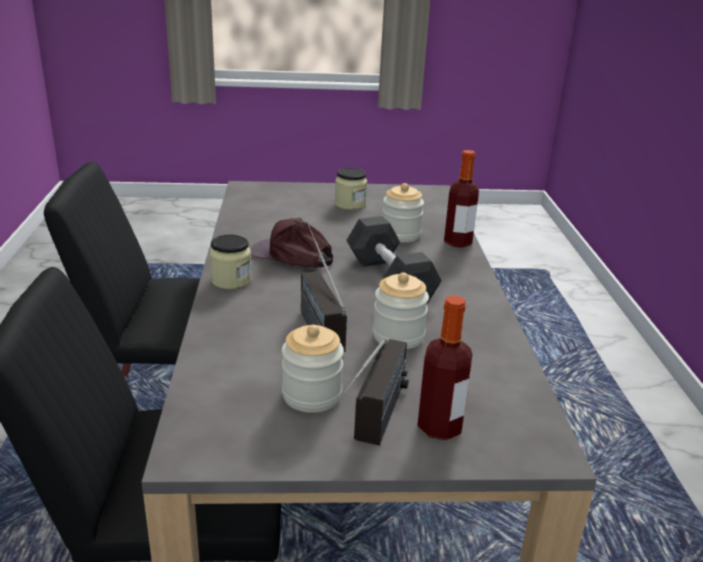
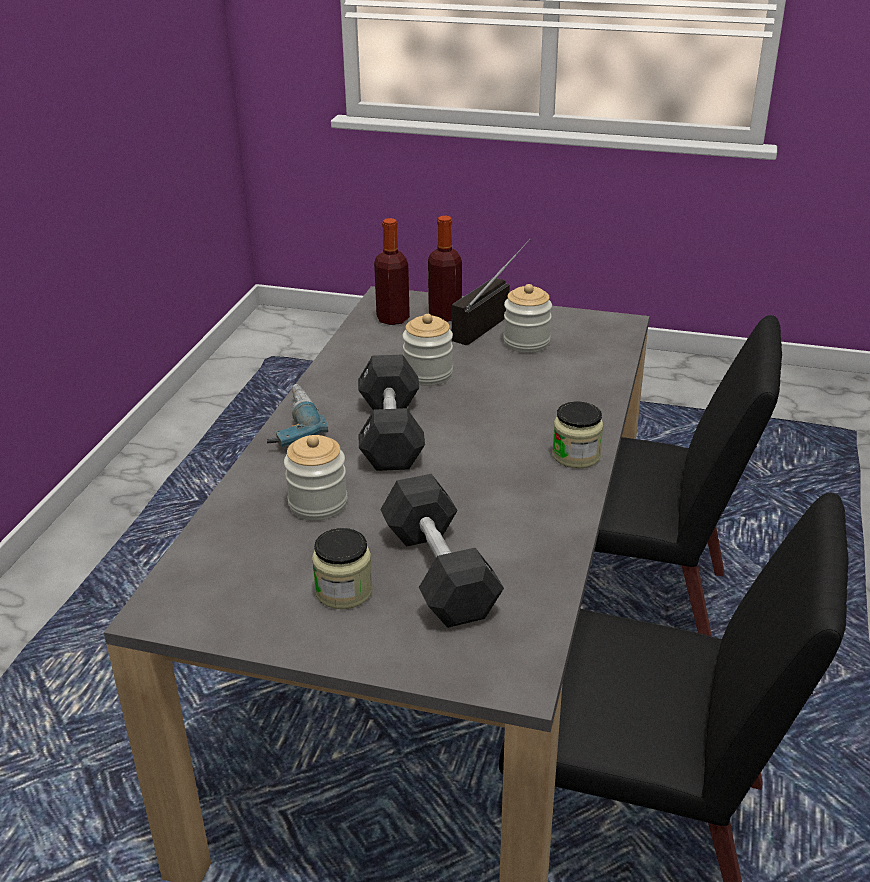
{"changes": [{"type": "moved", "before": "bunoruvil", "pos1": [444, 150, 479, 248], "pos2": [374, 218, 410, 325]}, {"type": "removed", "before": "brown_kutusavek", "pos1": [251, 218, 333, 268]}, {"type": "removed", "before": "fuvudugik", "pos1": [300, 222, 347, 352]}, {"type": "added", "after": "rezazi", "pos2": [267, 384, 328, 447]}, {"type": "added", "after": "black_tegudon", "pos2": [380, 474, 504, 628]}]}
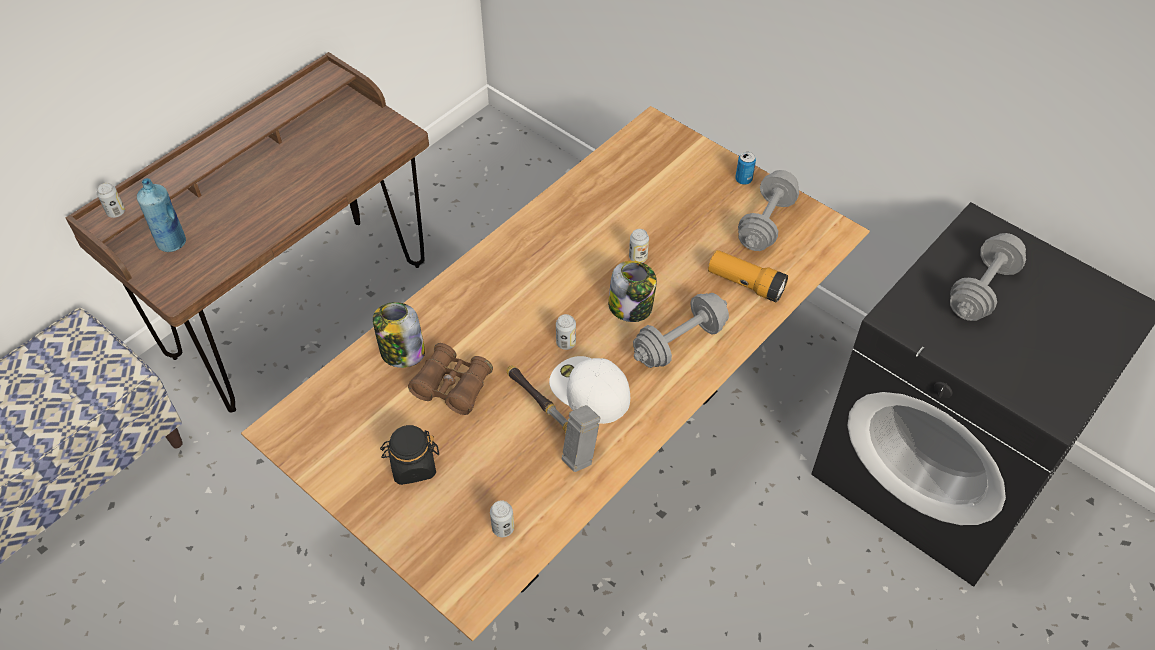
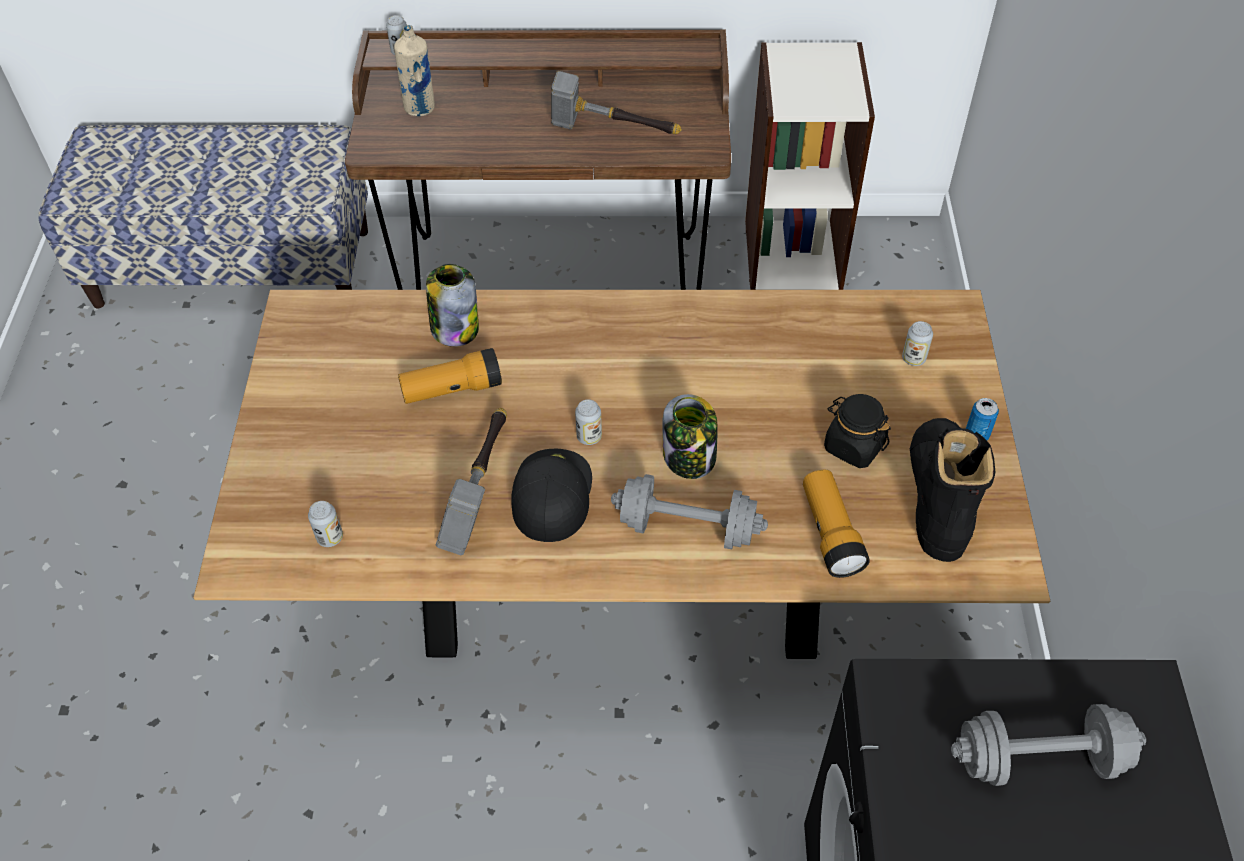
{"changes": [{"type": "replaced", "before": "grey_tegudon", "after": "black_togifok", "pos1": [738, 170, 799, 251], "pos2": [910, 418, 995, 562]}, {"type": "recoloured", "before": "blue_bunoruvil", "after": "beige_bunoruvil", "pos1": [137, 178, 186, 252], "pos2": [394, 25, 435, 116]}, {"type": "moved", "before": "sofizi", "pos1": [629, 229, 649, 263], "pos2": [902, 321, 933, 366]}, {"type": "replaced", "before": "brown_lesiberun", "after": "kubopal", "pos1": [408, 343, 493, 415], "pos2": [398, 348, 502, 404]}, {"type": "recoloured", "before": "white_kutusavek", "after": "black_kutusavek", "pos1": [549, 356, 630, 424], "pos2": [512, 449, 592, 542]}, {"type": "moved", "before": "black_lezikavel", "pos1": [380, 425, 439, 485], "pos2": [824, 394, 891, 468]}, {"type": "added", "after": "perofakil", "pos2": [745, 42, 875, 290]}, {"type": "added", "after": "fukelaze", "pos2": [551, 71, 682, 134]}]}
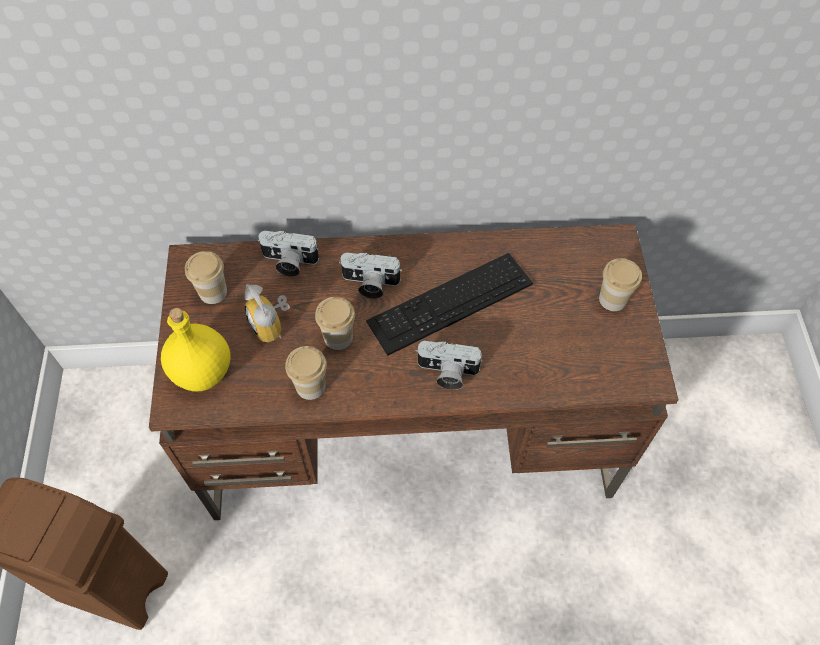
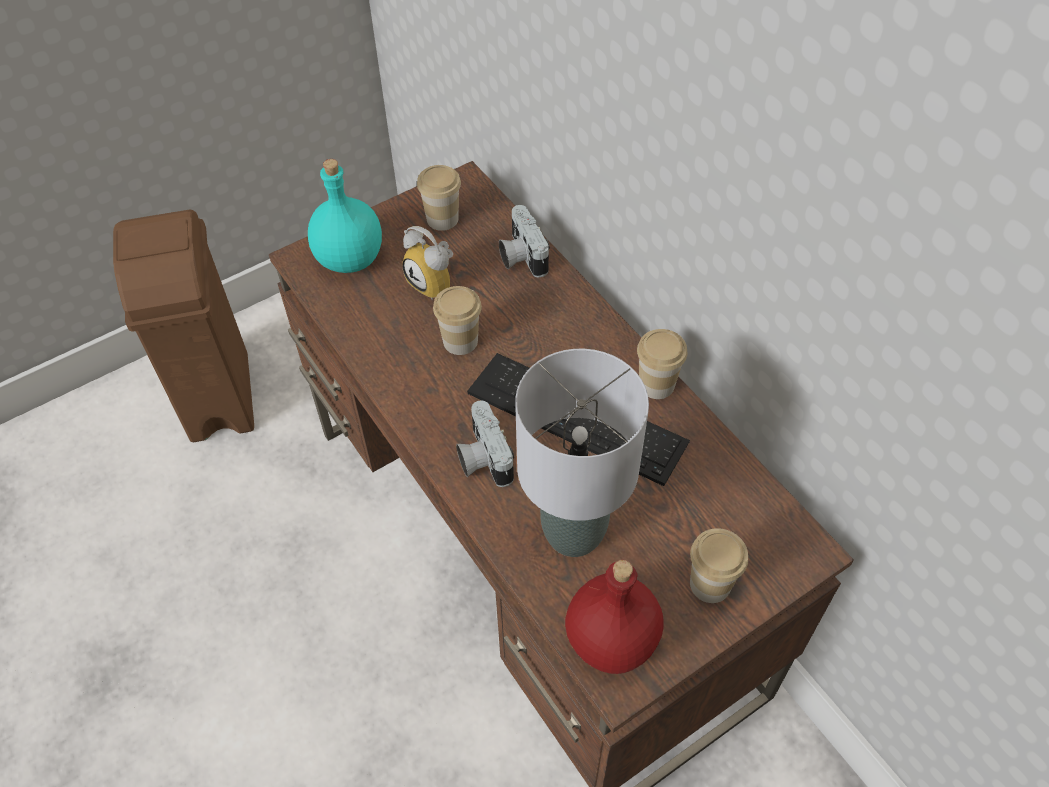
{"changes": [{"type": "removed", "before": "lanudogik", "pos1": [339, 253, 402, 299]}, {"type": "turned", "before": "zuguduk", "pos1": [245, 284, 290, 342], "pos2": [402, 226, 453, 300], "turn": -75}, {"type": "recoloured", "before": "yellow_bunoruvil", "after": "turquoise_bunoruvil", "pos1": [161, 308, 231, 392], "pos2": [308, 159, 382, 273]}, {"type": "moved", "before": "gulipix", "pos1": [285, 346, 327, 400], "pos2": [637, 329, 687, 399]}, {"type": "added", "after": "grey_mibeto", "pos2": [515, 349, 649, 557]}, {"type": "added", "after": "red_bunoruvil", "pos2": [565, 560, 664, 674]}]}
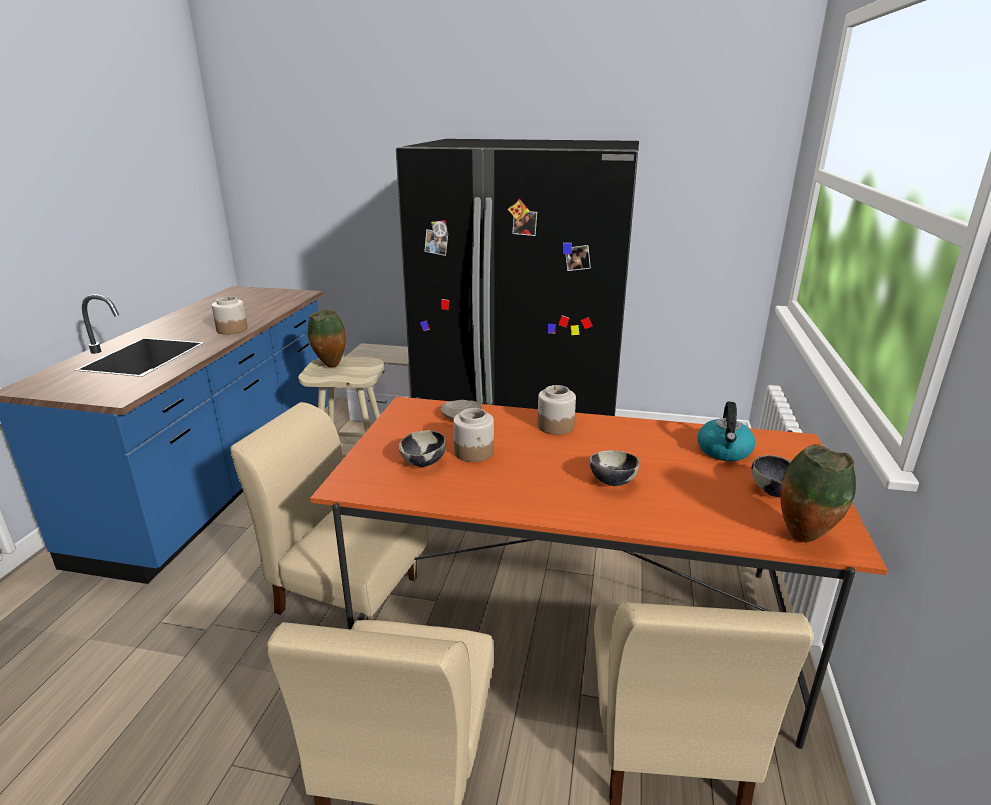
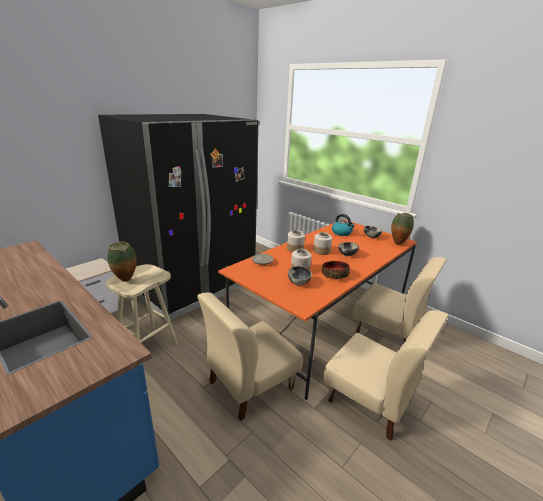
{"changes": [{"type": "moved", "before": "lezikavel", "pos1": [212, 296, 248, 335], "pos2": [313, 232, 332, 255]}, {"type": "added", "after": "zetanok", "pos2": [322, 261, 350, 279]}]}
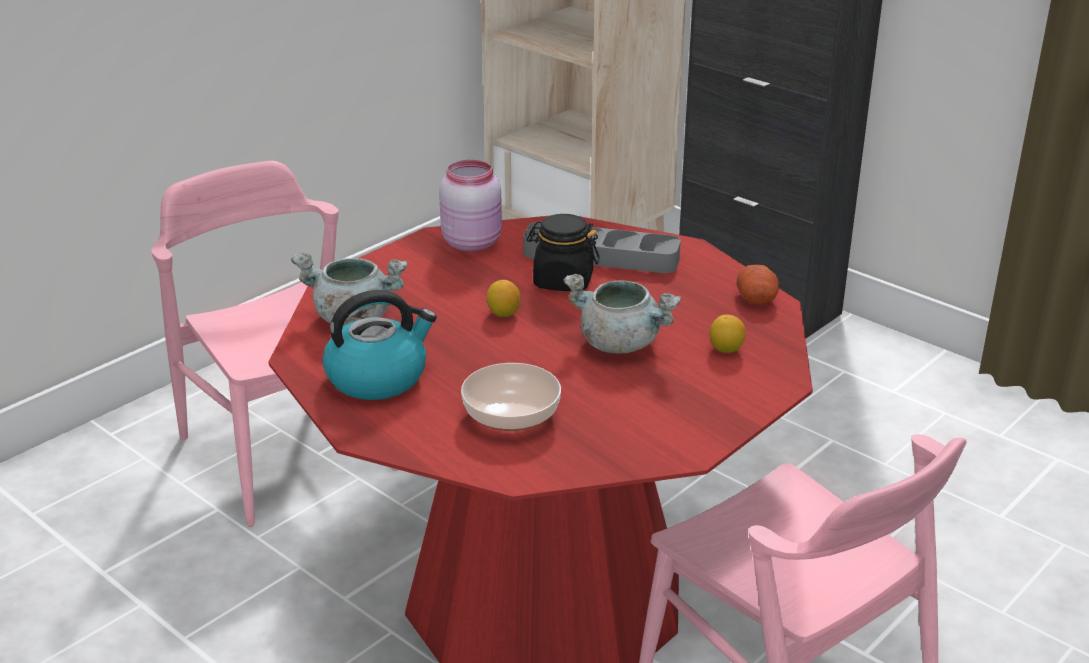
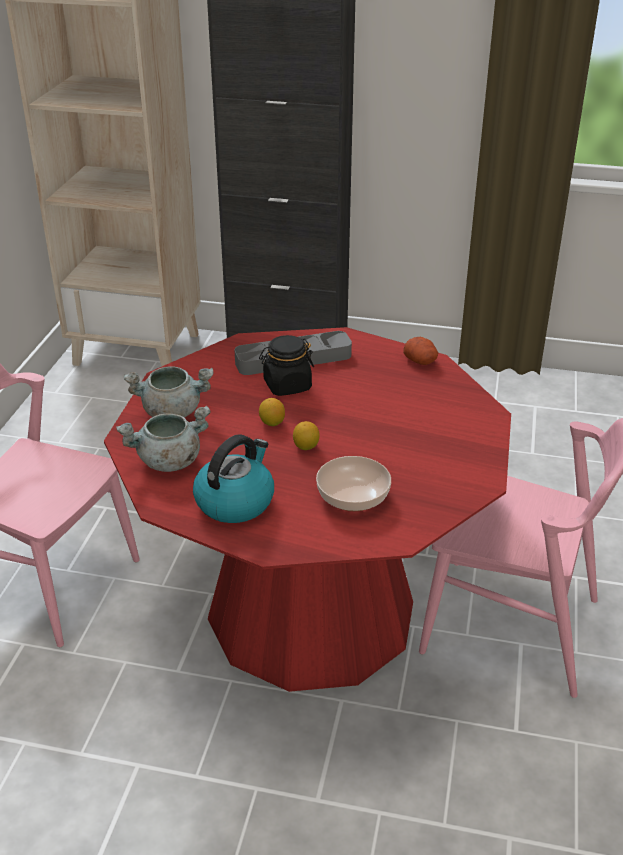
{"changes": [{"type": "removed", "before": "pink_lezikavel", "pos1": [439, 160, 502, 252]}, {"type": "moved", "before": "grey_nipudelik", "pos1": [563, 274, 681, 354], "pos2": [124, 366, 214, 418]}, {"type": "moved", "before": "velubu", "pos1": [709, 314, 746, 353], "pos2": [293, 421, 320, 450]}]}
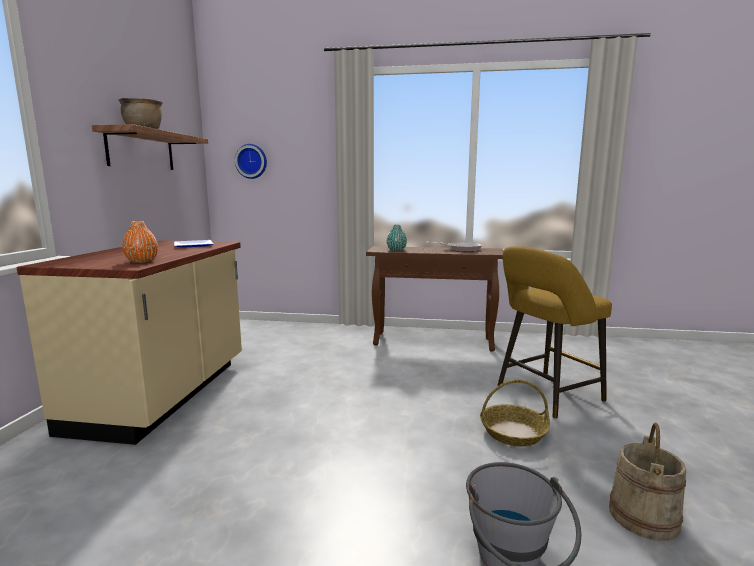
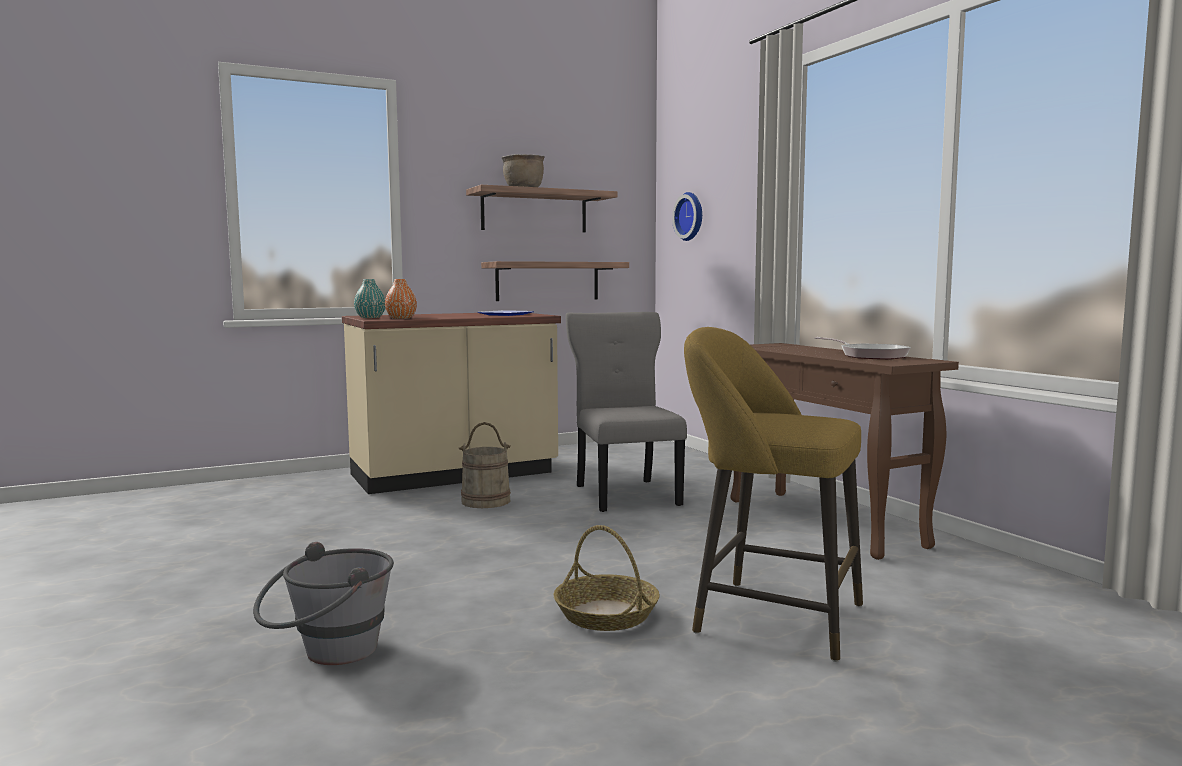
{"changes": [{"type": "moved", "before": "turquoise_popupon", "pos1": [387, 225, 407, 251], "pos2": [354, 279, 385, 318]}, {"type": "moved", "before": "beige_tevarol", "pos1": [609, 423, 686, 541], "pos2": [459, 422, 511, 508]}, {"type": "added", "after": "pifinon", "pos2": [481, 261, 629, 301]}, {"type": "added", "after": "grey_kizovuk", "pos2": [566, 312, 687, 512]}]}
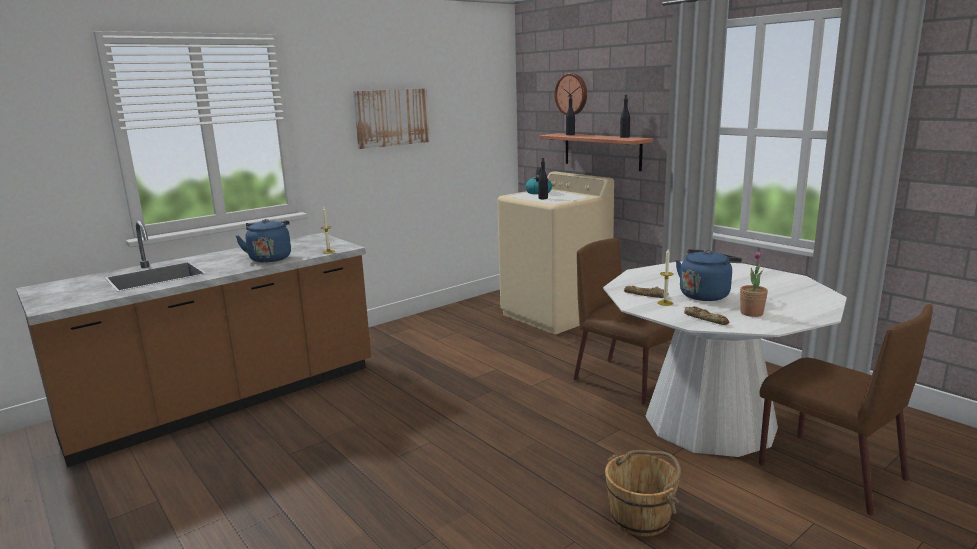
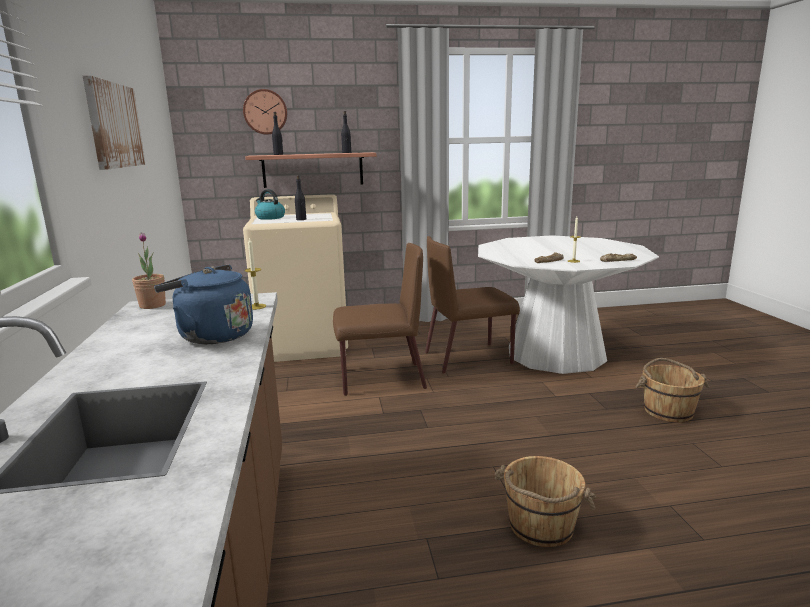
{"changes": [{"type": "removed", "before": "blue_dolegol", "pos1": [676, 249, 742, 301]}, {"type": "moved", "before": "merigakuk", "pos1": [740, 251, 768, 317], "pos2": [132, 233, 166, 309]}, {"type": "moved", "before": "brown_kizovuk", "pos1": [759, 304, 933, 515], "pos2": [333, 243, 427, 396]}, {"type": "added", "after": "brown_tevarol", "pos2": [495, 456, 596, 547]}]}
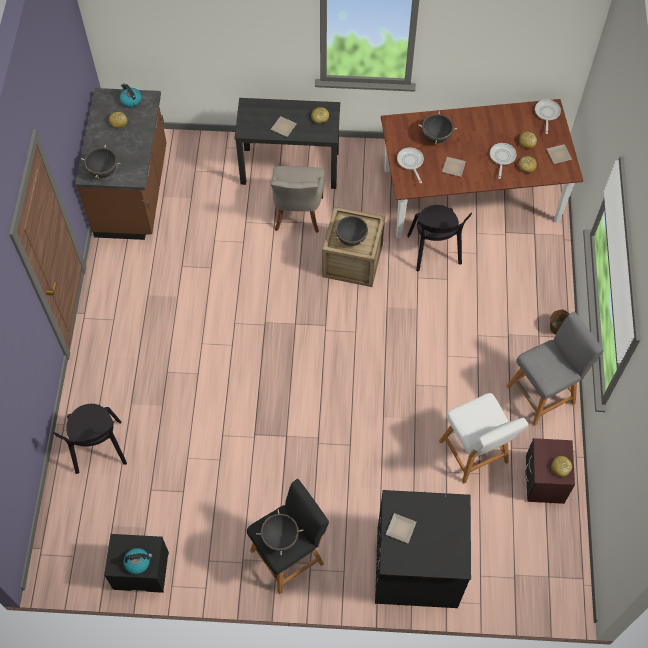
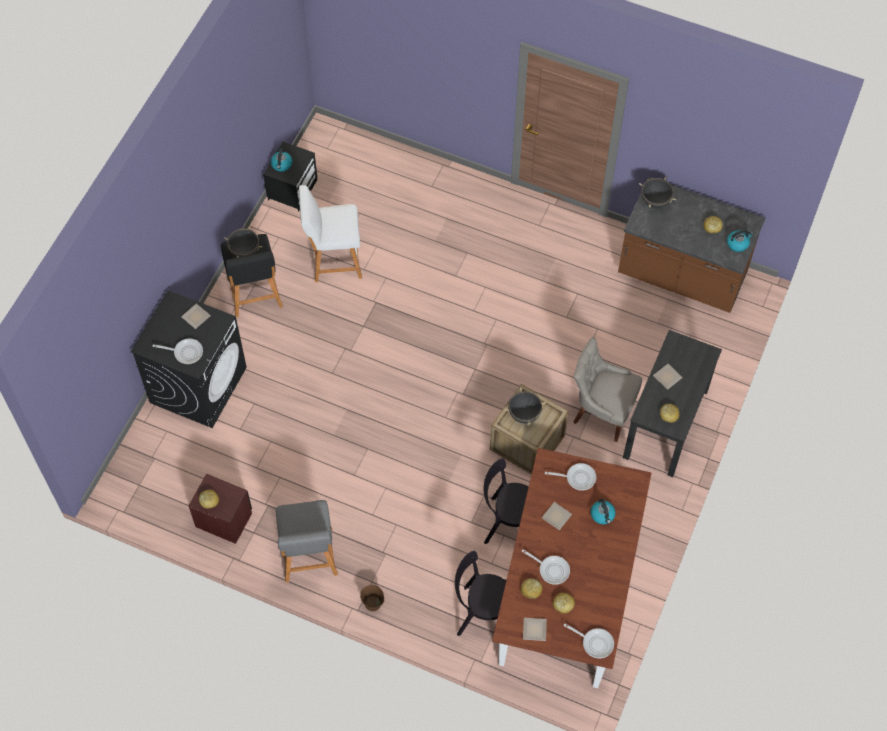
{"changes": [{"type": "replaced", "before": "black_nipudelik", "after": "dolegol", "pos1": [418, 111, 457, 144], "pos2": [590, 499, 616, 524]}, {"type": "moved", "before": "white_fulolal", "pos1": [439, 393, 528, 484], "pos2": [299, 185, 362, 282]}, {"type": "moved", "before": "black_kizovuk", "pos1": [53, 404, 127, 474], "pos2": [455, 551, 507, 636]}, {"type": "added", "after": "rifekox", "pos2": [153, 339, 203, 364]}]}
